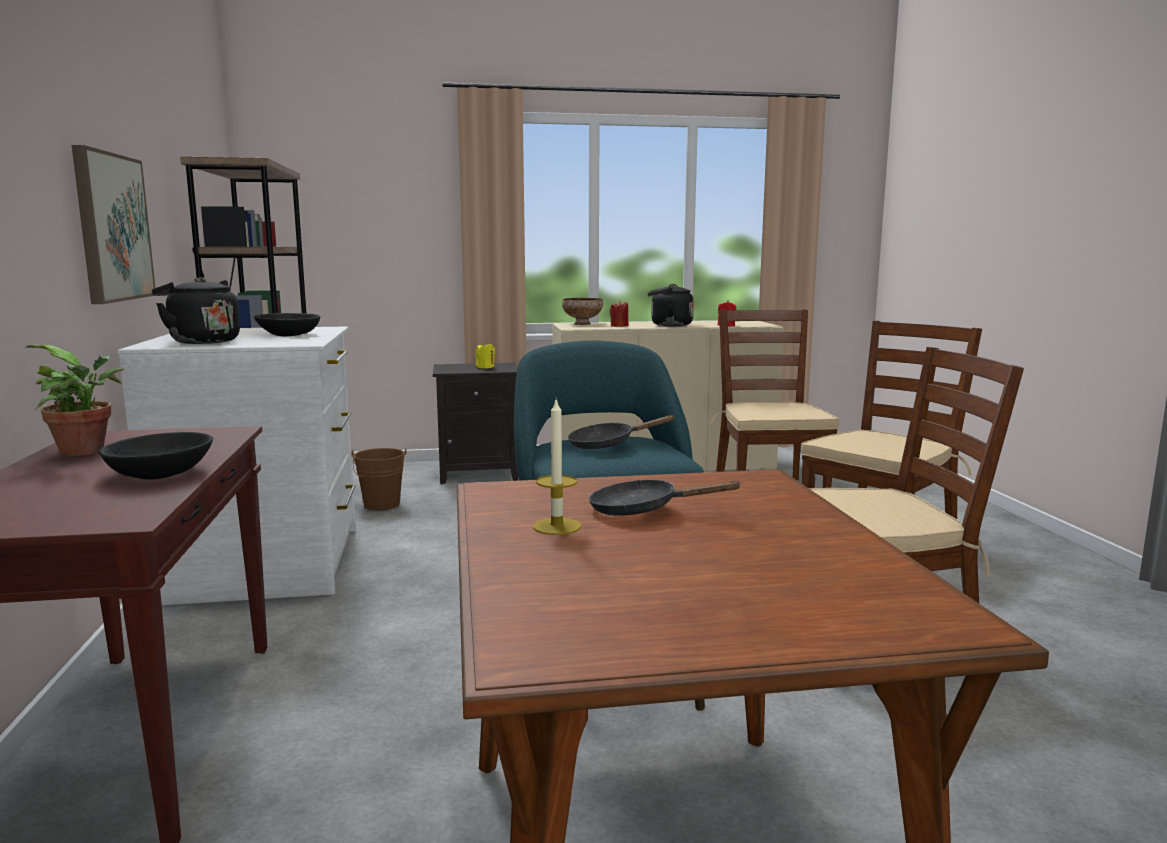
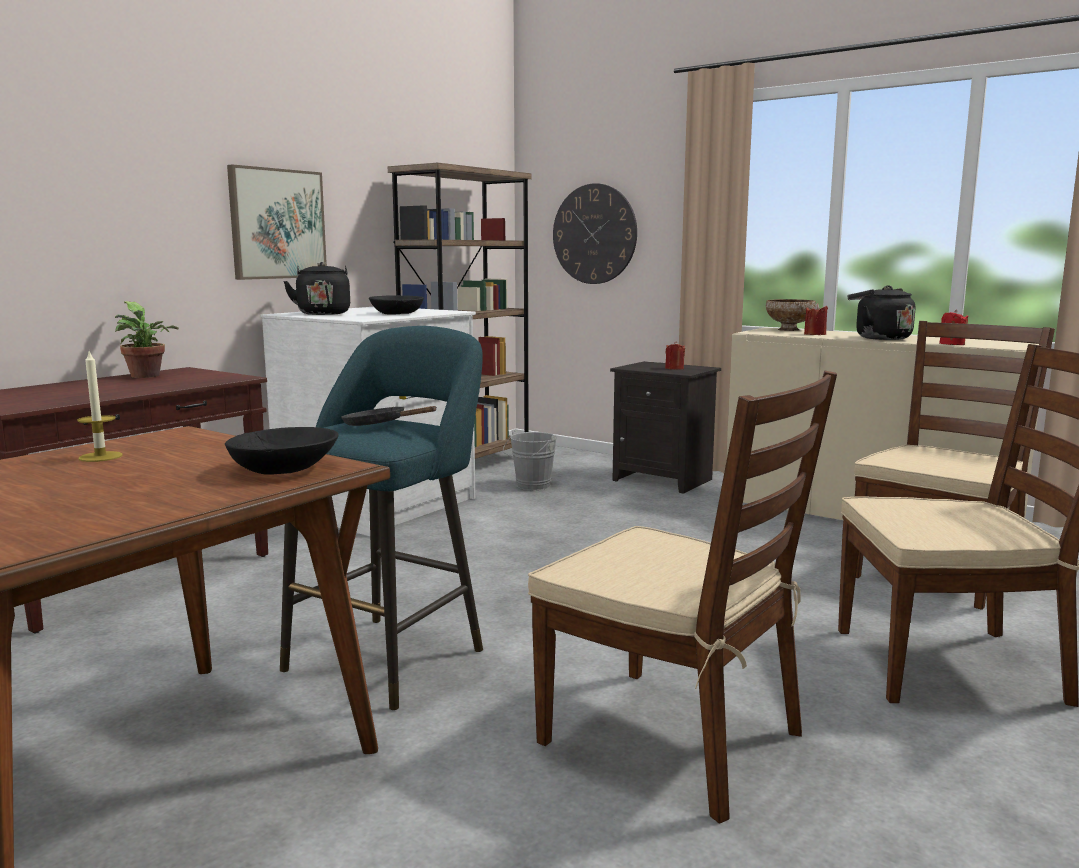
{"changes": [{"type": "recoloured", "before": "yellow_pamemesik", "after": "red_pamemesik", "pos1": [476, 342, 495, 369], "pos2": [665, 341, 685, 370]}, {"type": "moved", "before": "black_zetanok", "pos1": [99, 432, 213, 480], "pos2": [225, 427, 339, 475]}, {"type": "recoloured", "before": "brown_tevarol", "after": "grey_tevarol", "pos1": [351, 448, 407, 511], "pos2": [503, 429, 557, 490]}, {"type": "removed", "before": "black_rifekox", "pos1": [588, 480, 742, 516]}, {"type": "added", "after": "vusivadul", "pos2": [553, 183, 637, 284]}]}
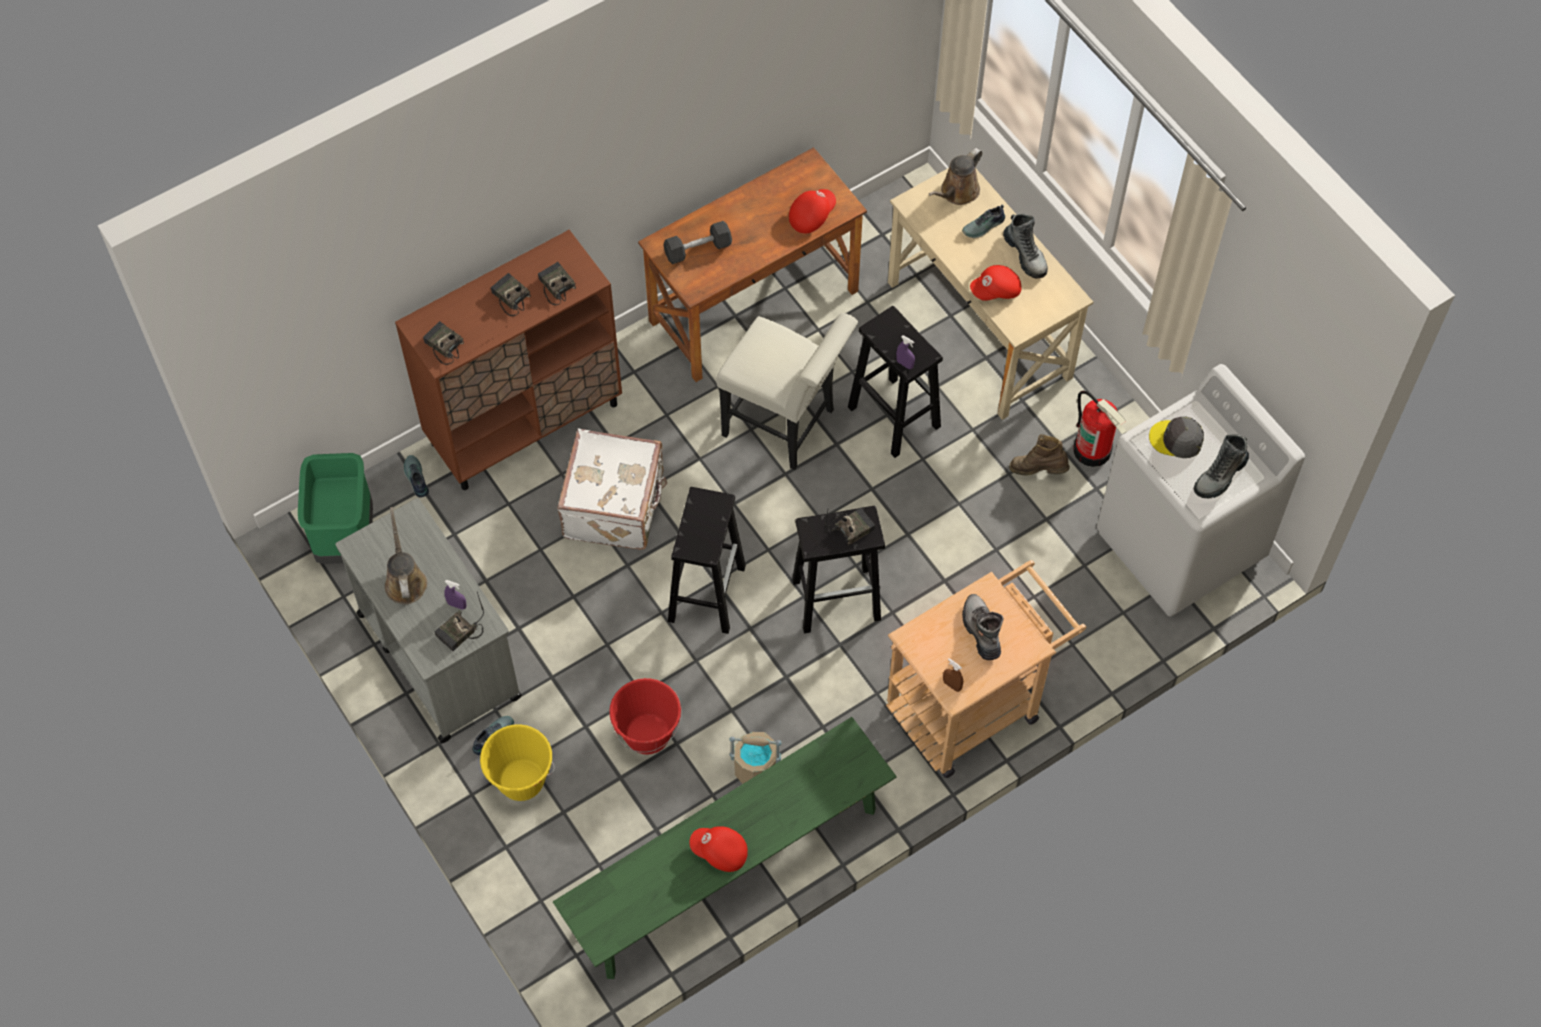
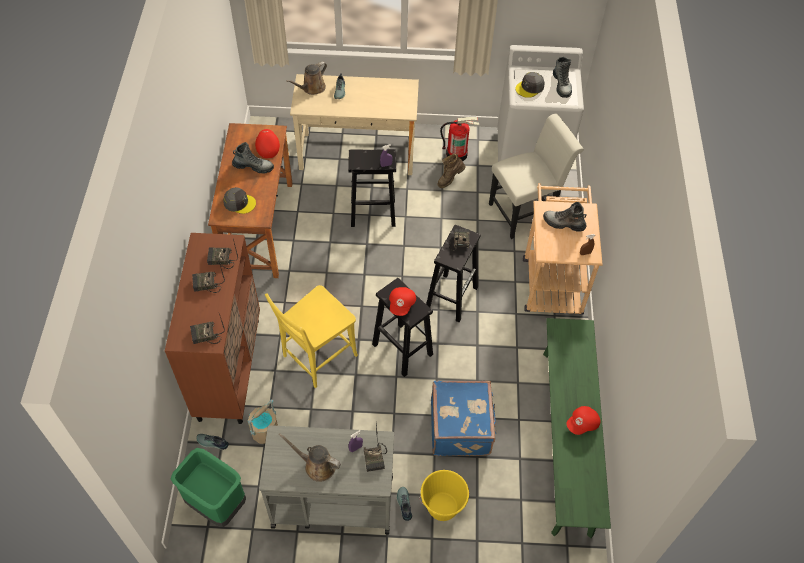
{"changes": [{"type": "turned", "before": "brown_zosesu", "pos1": [929, 148, 982, 205], "pos2": [286, 61, 327, 95], "turn": 60}, {"type": "moved", "before": "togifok", "pos1": [1003, 213, 1048, 278], "pos2": [232, 142, 274, 174]}, {"type": "replaced", "before": "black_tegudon", "after": "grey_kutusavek", "pos1": [663, 221, 732, 264], "pos2": [223, 187, 256, 214]}, {"type": "moved", "before": "red_kutusavek", "pos1": [970, 265, 1022, 301], "pos2": [389, 287, 416, 316]}, {"type": "moved", "before": "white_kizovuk", "pos1": [716, 313, 858, 470], "pos2": [489, 114, 584, 239]}, {"type": "replaced", "before": "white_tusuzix", "after": "yellow_kizovuk", "pos1": [557, 428, 667, 550], "pos2": [265, 285, 358, 388]}, {"type": "replaced", "before": "red_tevarol", "after": "blue_tusuzix", "pos1": [609, 678, 682, 755], "pos2": [431, 381, 497, 456]}, {"type": "moved", "before": "beige_tevarol", "pos1": [730, 732, 781, 784], "pos2": [248, 400, 278, 444]}]}
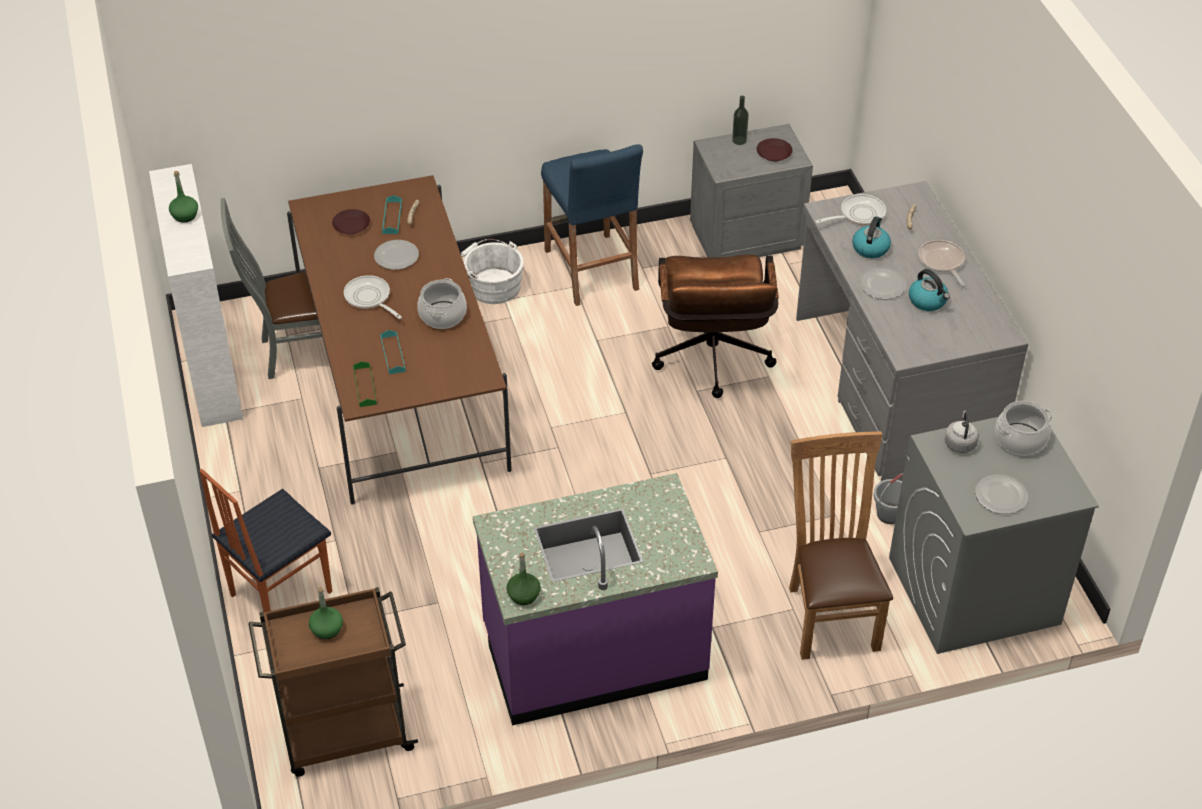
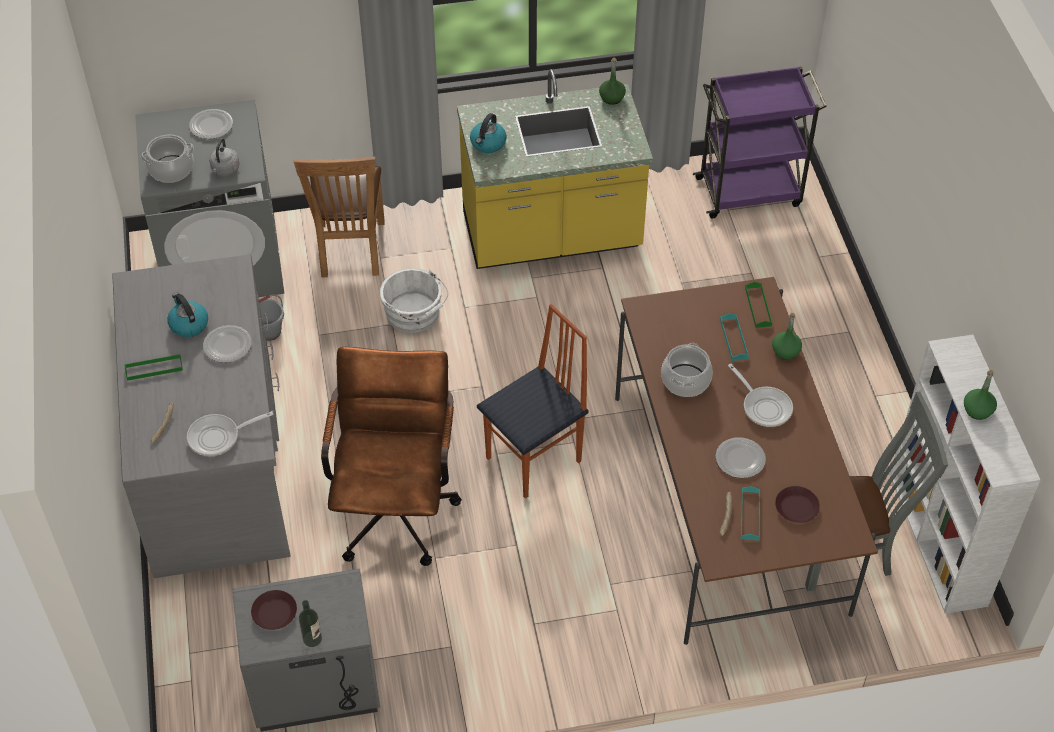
{"changes": [{"type": "removed", "before": "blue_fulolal", "pos1": [541, 144, 643, 306]}, {"type": "moved", "before": "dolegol", "pos1": [852, 217, 891, 258], "pos2": [470, 113, 507, 153]}, {"type": "moved", "before": "white_tevarol", "pos1": [461, 239, 524, 304], "pos2": [380, 268, 448, 333]}, {"type": "replaced", "before": "rifekox", "after": "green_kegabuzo", "pos1": [918, 240, 965, 286], "pos2": [125, 354, 183, 381]}, {"type": "moved", "before": "kizovuk", "pos1": [199, 469, 332, 612], "pos2": [477, 304, 589, 498]}, {"type": "recoloured", "before": "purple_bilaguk", "after": "yellow_bilaguk", "pos1": [473, 473, 718, 725], "pos2": [457, 69, 653, 269]}, {"type": "recoloured", "before": "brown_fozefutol", "after": "purple_fozefutol", "pos1": [248, 587, 418, 777], "pos2": [693, 66, 827, 218]}, {"type": "moved", "before": "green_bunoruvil", "pos1": [309, 587, 343, 639], "pos2": [772, 313, 802, 360]}]}
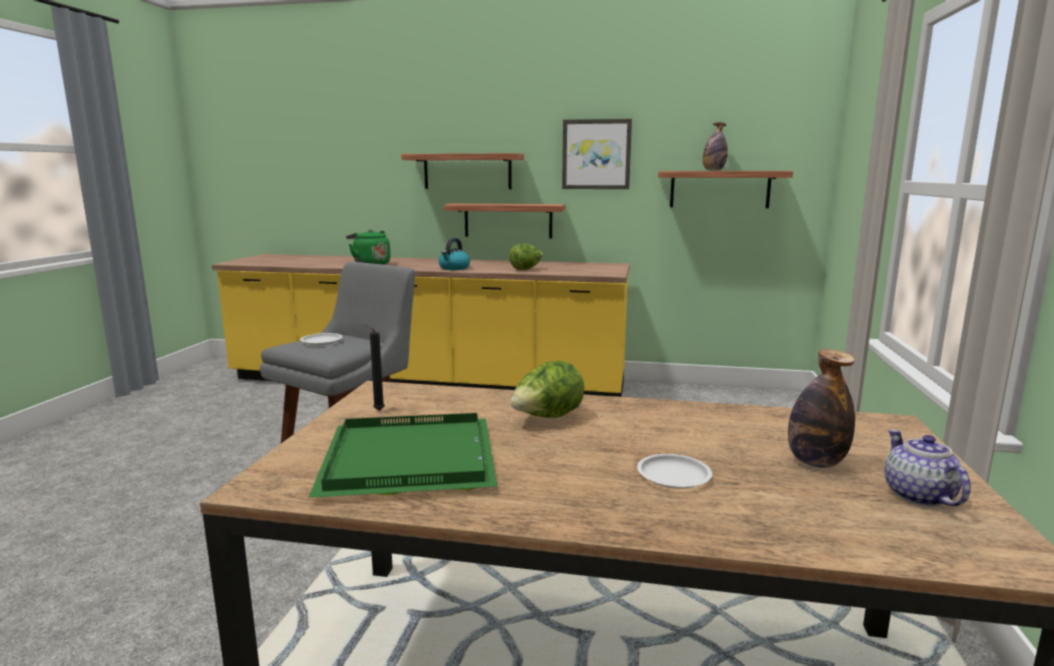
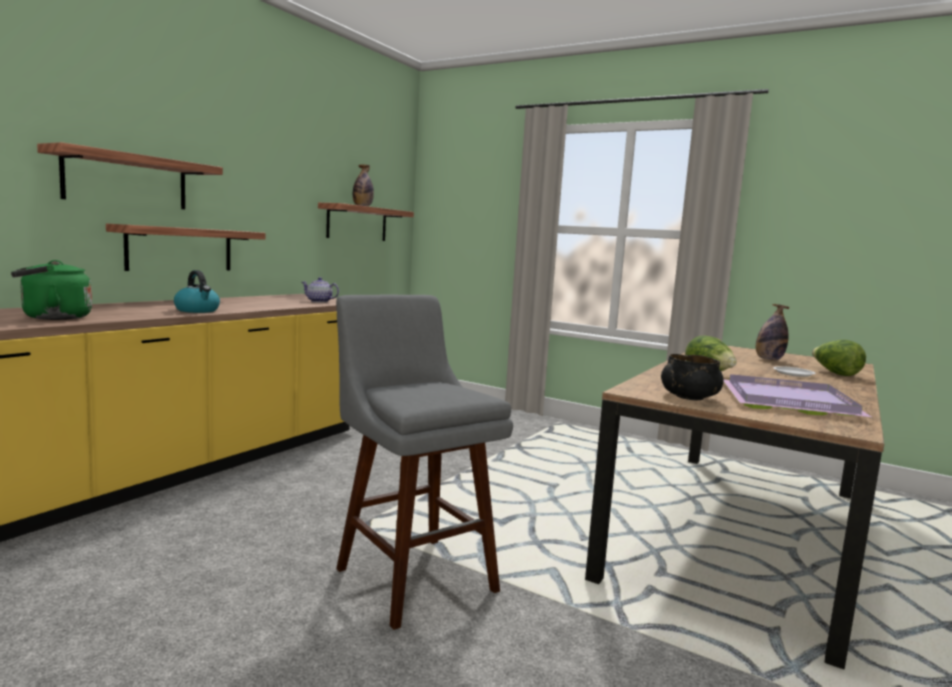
{"changes": [{"type": "removed", "before": "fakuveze", "pos1": [562, 119, 632, 189]}, {"type": "moved", "before": "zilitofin", "pos1": [509, 243, 543, 270], "pos2": [812, 340, 866, 376]}, {"type": "replaced", "before": "black_pamemesik", "after": "black_zetanok", "pos1": [364, 325, 385, 411], "pos2": [661, 354, 724, 401]}, {"type": "removed", "before": "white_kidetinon", "pos1": [300, 333, 342, 345]}, {"type": "recoloured", "before": "green_kegabuzo", "after": "purple_kegabuzo", "pos1": [308, 413, 497, 498], "pos2": [724, 374, 871, 417]}, {"type": "moved", "before": "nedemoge", "pos1": [885, 430, 971, 506], "pos2": [301, 277, 339, 303]}]}
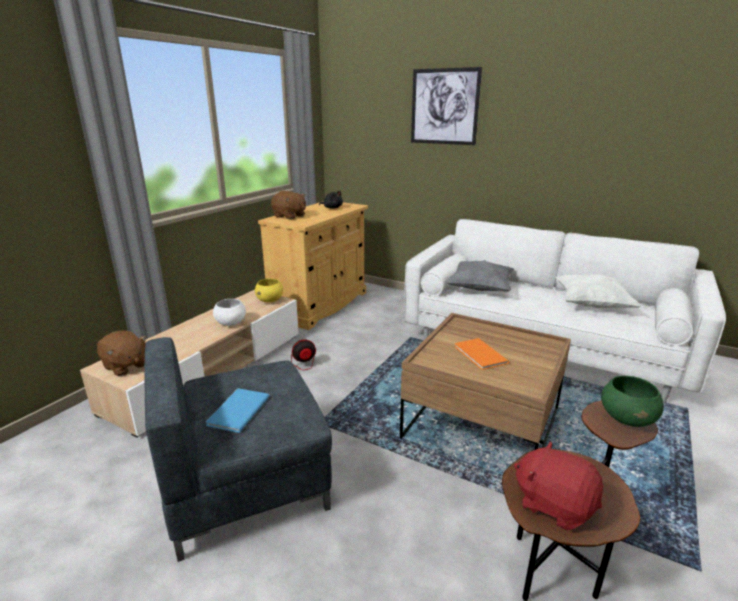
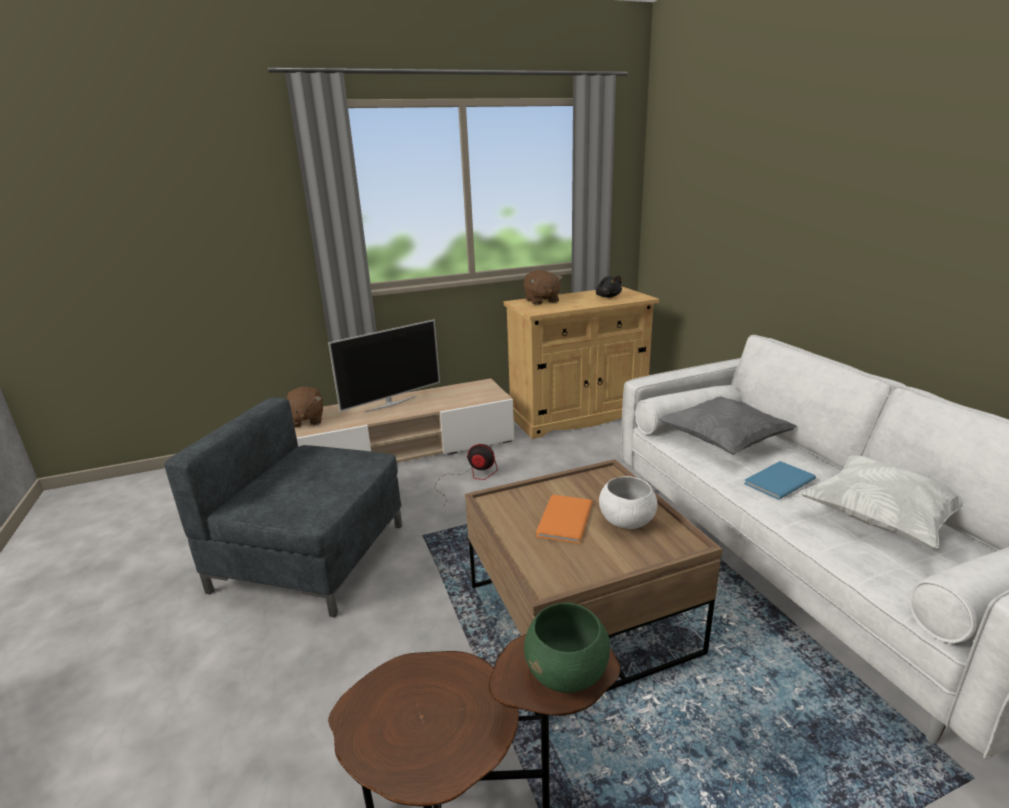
{"changes": [{"type": "removed", "before": "fakuveze", "pos1": [411, 67, 482, 145]}, {"type": "removed", "before": "yellow_zetanok", "pos1": [255, 278, 283, 303]}, {"type": "moved", "before": "white_zetanok", "pos1": [213, 299, 246, 326], "pos2": [599, 476, 657, 529]}, {"type": "moved", "before": "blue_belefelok", "pos1": [206, 389, 270, 433], "pos2": [744, 461, 816, 500]}, {"type": "removed", "before": "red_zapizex", "pos1": [514, 441, 603, 530]}, {"type": "added", "after": "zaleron", "pos2": [328, 320, 440, 412]}]}
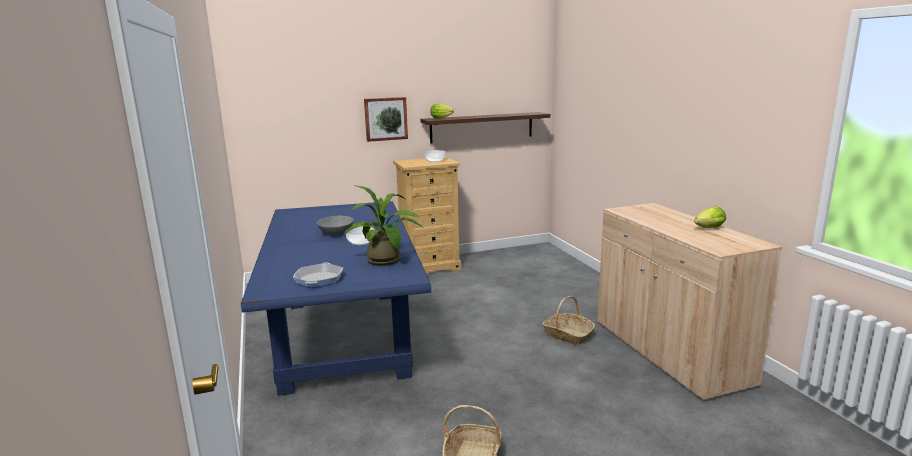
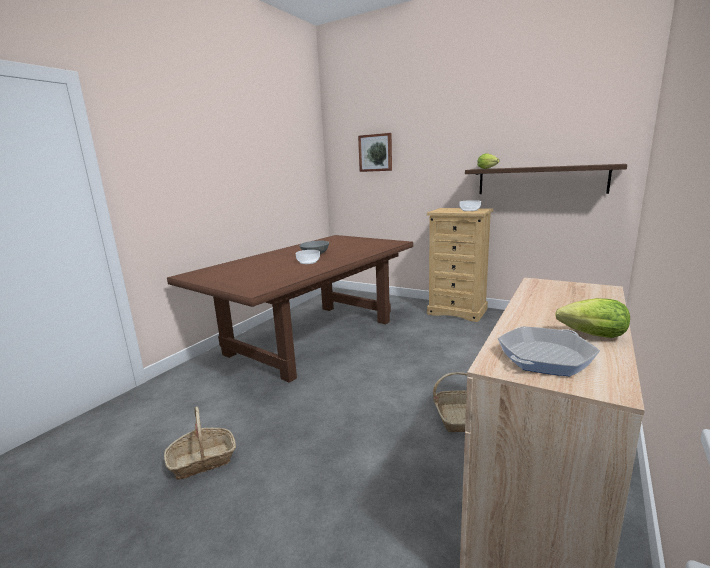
{"changes": [{"type": "moved", "before": "fakuveze", "pos1": [364, 97, 408, 142], "pos2": [358, 133, 392, 172]}, {"type": "removed", "before": "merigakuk", "pos1": [343, 185, 425, 266]}, {"type": "recoloured", "before": "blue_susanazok", "after": "brown_susanazok", "pos1": [241, 201, 431, 396], "pos2": [167, 235, 413, 383]}, {"type": "moved", "before": "rifekox", "pos1": [293, 263, 343, 288], "pos2": [498, 326, 600, 376]}]}
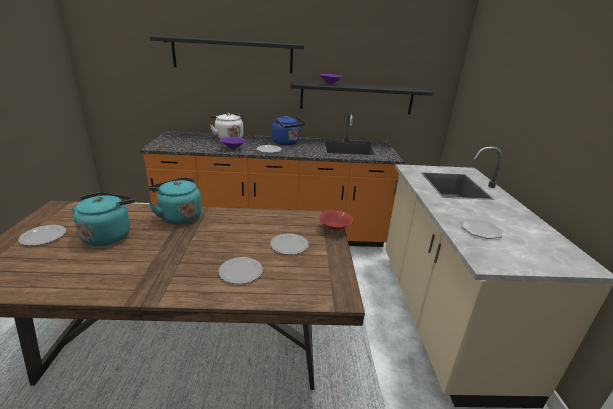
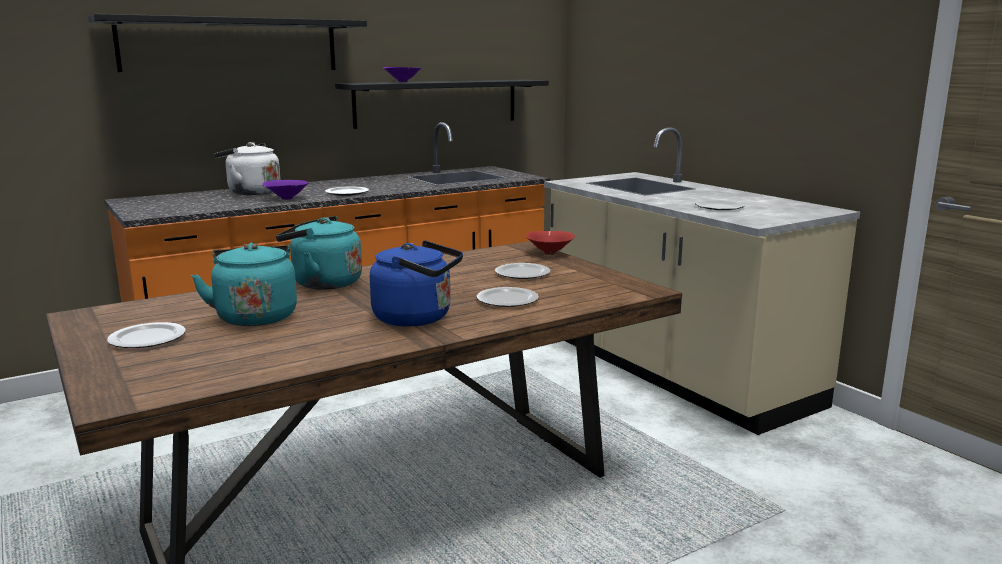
{"changes": [{"type": "moved", "before": "blue_dolegol", "pos1": [272, 116, 305, 145], "pos2": [370, 240, 463, 327]}]}
